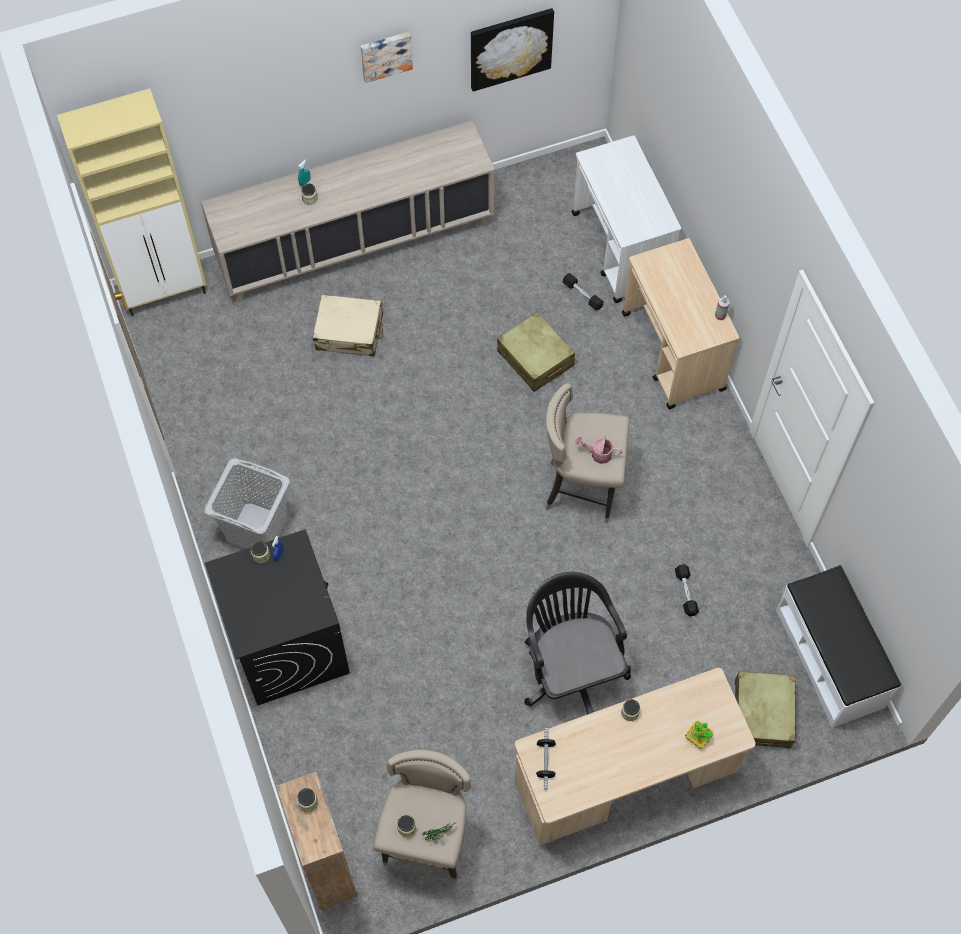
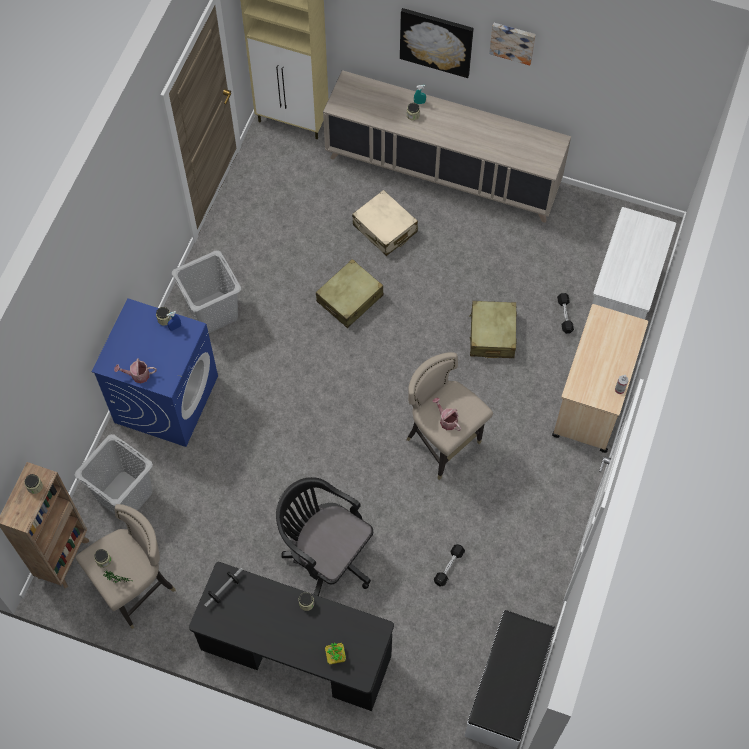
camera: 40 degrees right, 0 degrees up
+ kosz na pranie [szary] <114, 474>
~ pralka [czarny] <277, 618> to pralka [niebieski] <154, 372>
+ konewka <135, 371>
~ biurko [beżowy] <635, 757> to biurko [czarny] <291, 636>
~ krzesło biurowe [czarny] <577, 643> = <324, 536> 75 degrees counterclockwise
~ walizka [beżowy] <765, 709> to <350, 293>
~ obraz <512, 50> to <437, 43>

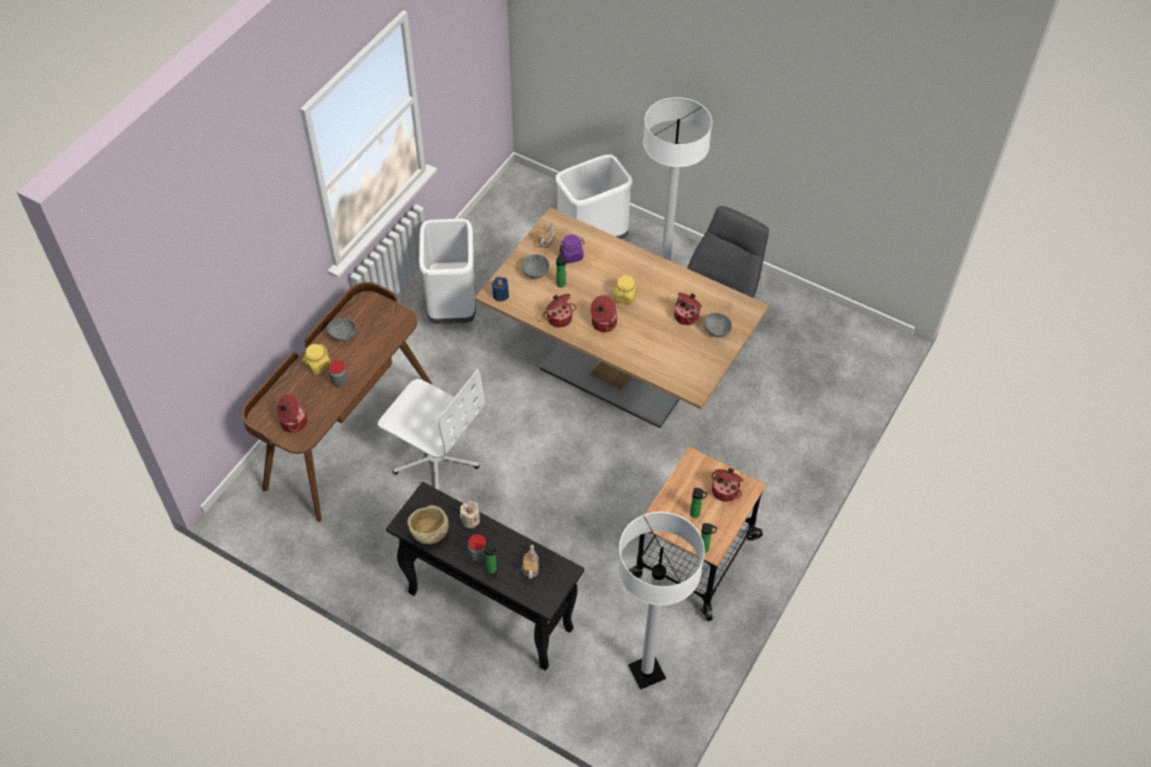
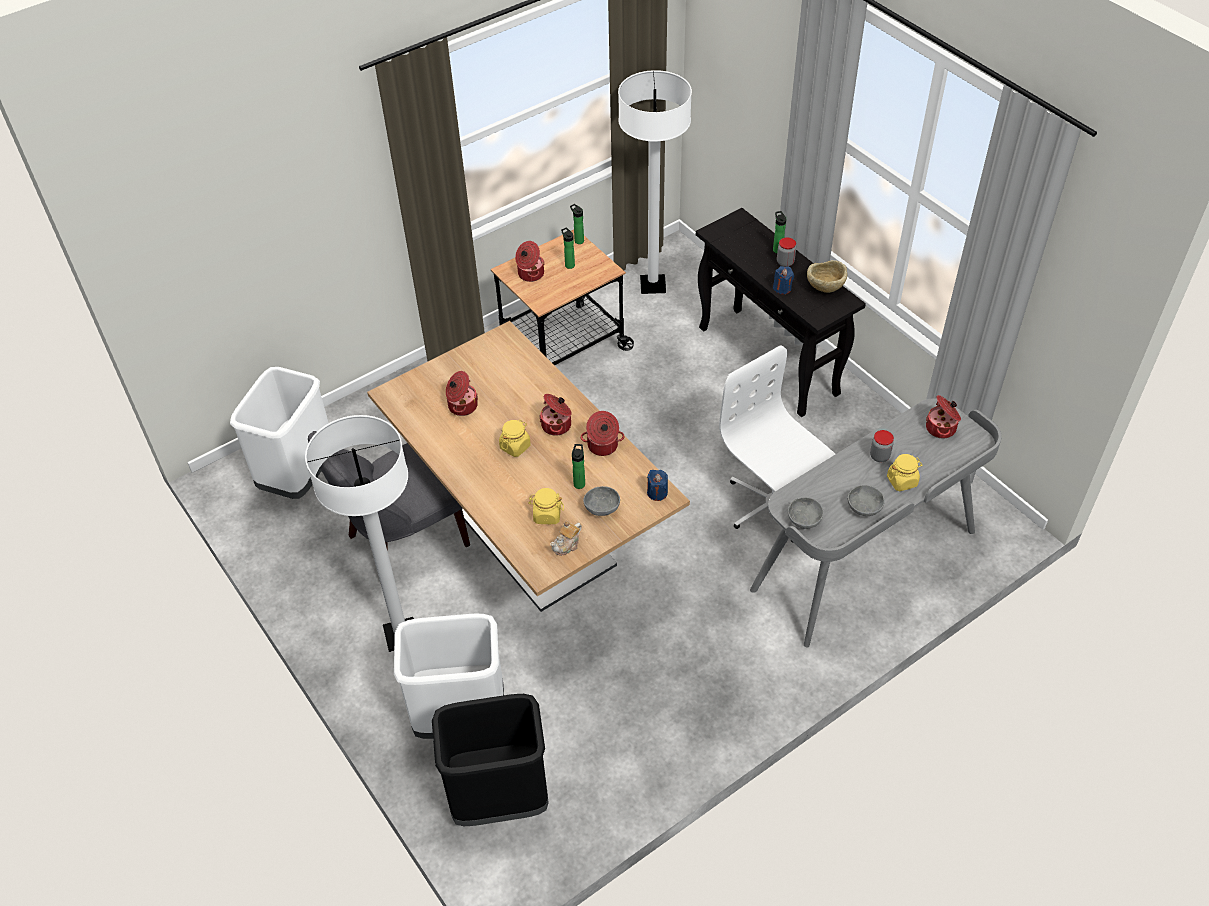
camera: 155 degrees left, 5 degrees down
~ kosz na śmieci [biały] <447, 271> to <279, 433>
+ kosz na śmieci [czarny] <490, 760>
~ słoik [fioletowy] <572, 248> to słoik [żółty] <546, 506>
~ biurko [brązowy] <337, 402> to biurko [szary] <875, 522>
~ świeca [beżowy] <470, 515> to świeca [niebieski] <783, 280>
~ miska [szary] <718, 325> to <806, 513>
- imbryk <530, 561>

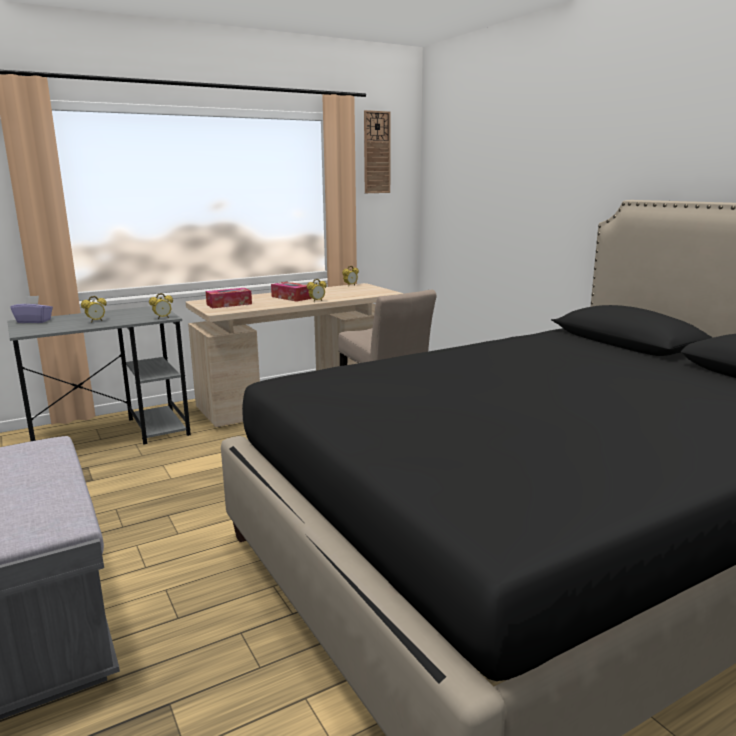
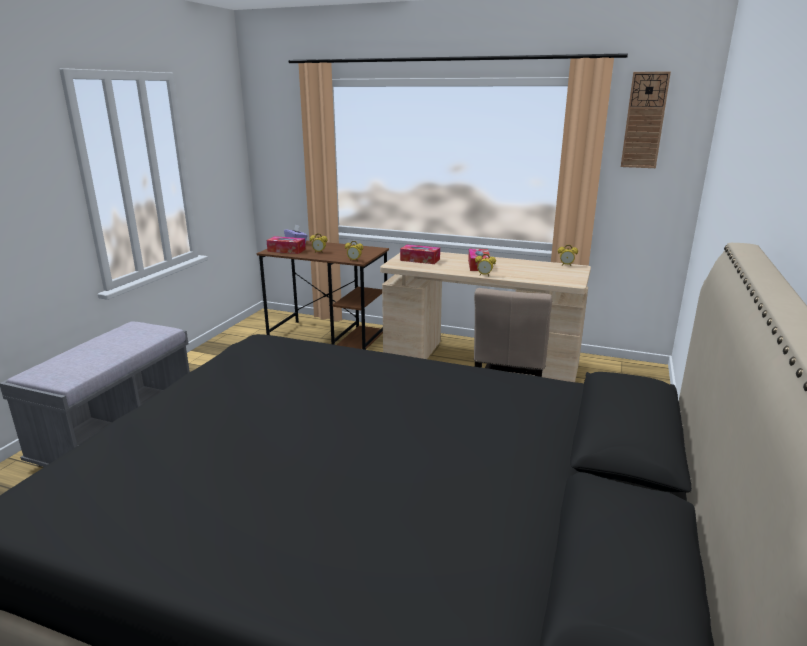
camera: 50 degrees right, 5 degrees up
~ biurko [szary] <99, 375> to biurko [brązowy] <323, 295>
+ pudełko chusteczek <286, 245>

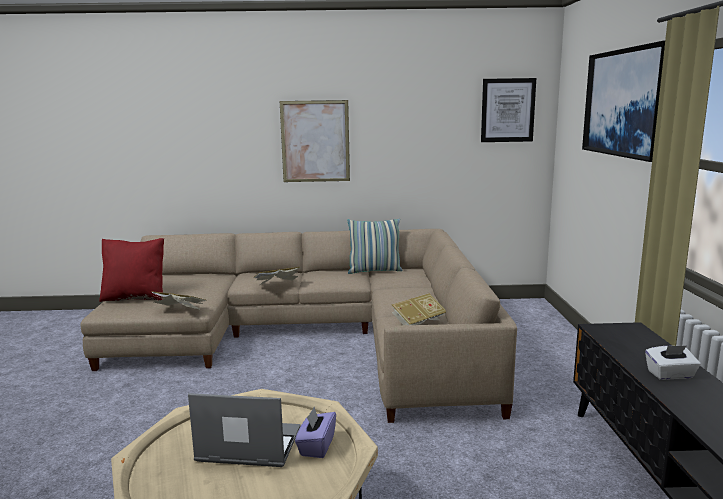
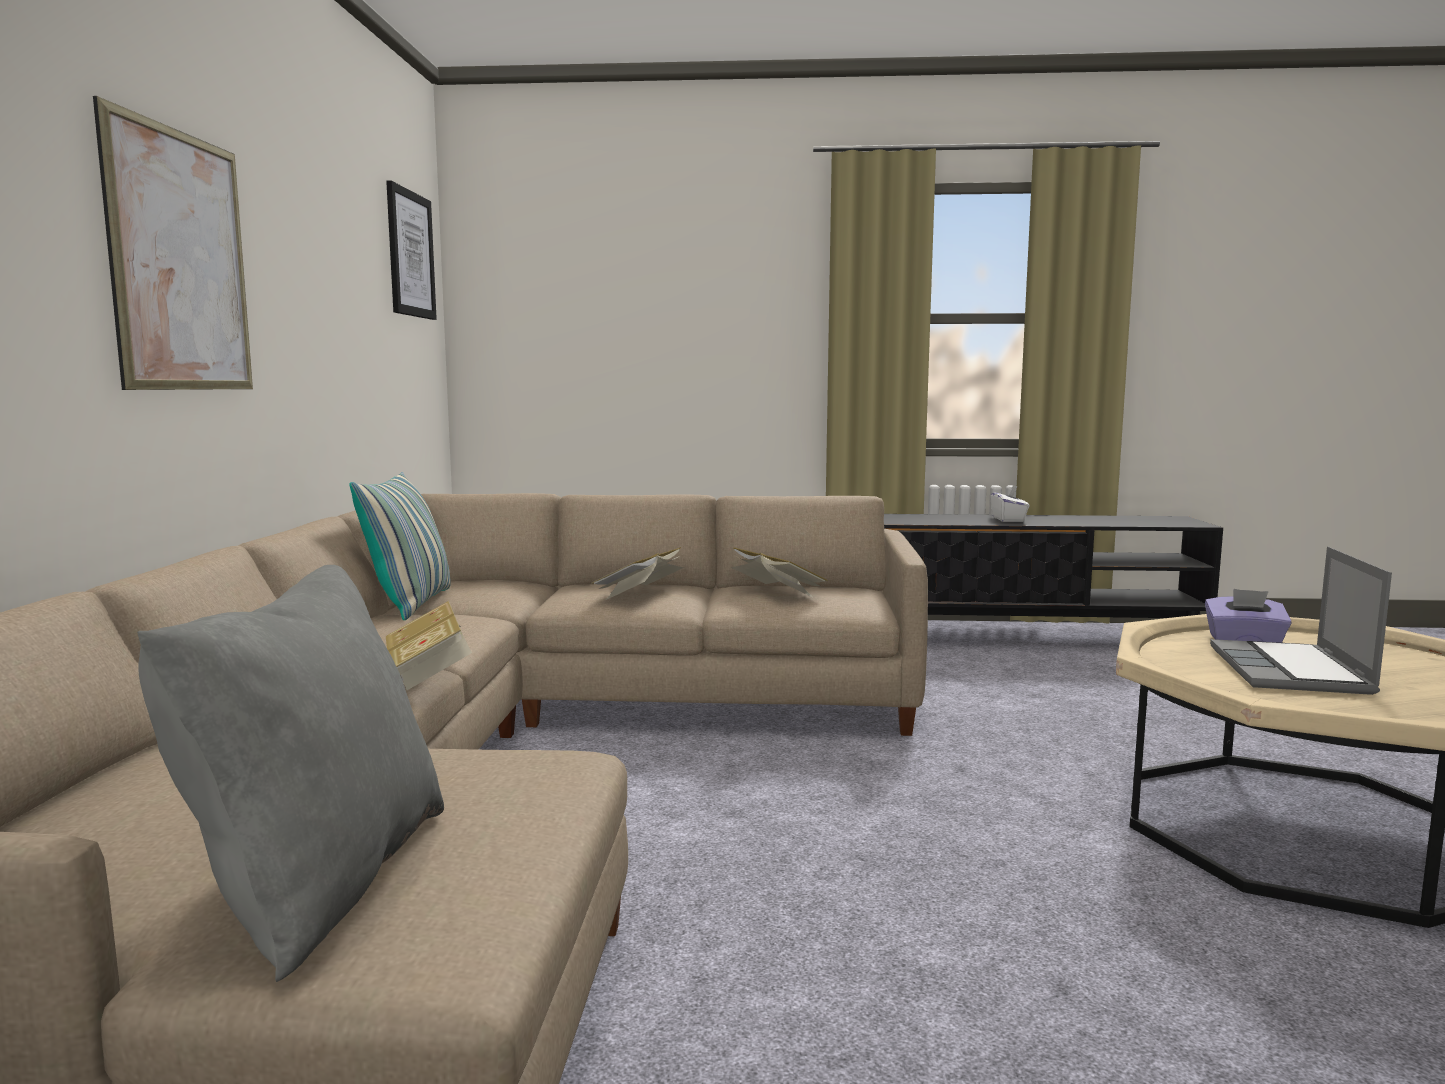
camera: 85 degrees left, 5 degrees down
~ poduszka [czerwony] <131, 270> to poduszka [szary] <290, 773>
~ książka <178, 300> to <637, 573>
- obraz <623, 101>

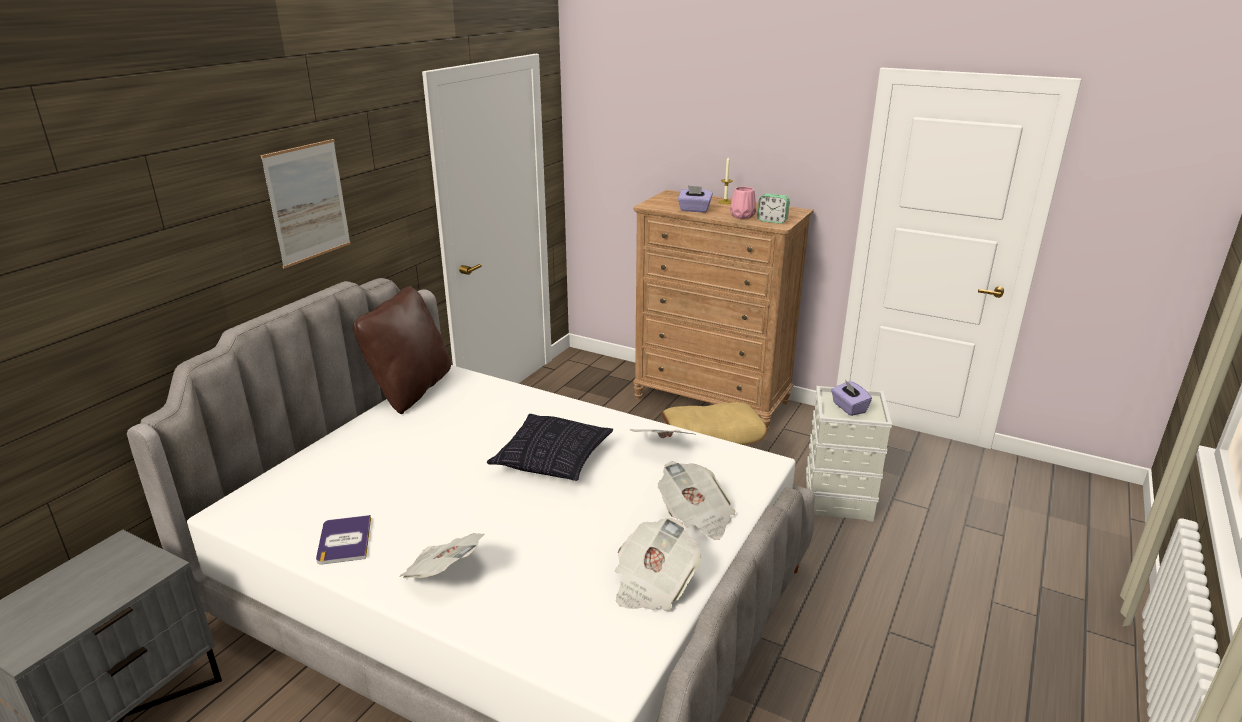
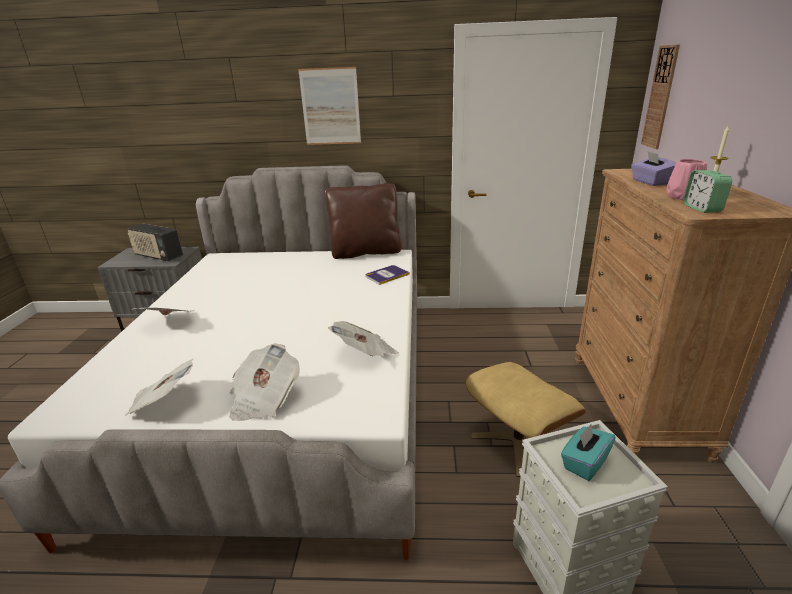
camera: 65 degrees right, 0 degrees up
+ radio <155, 242>
~ książka <343, 540> to <387, 275>
~ pudełko chusteczek [fioletowy] <851, 398> to pudełko chusteczek [turkusowy] <588, 452>
+ zegar ścienny <660, 96>
- poduszka <550, 447>

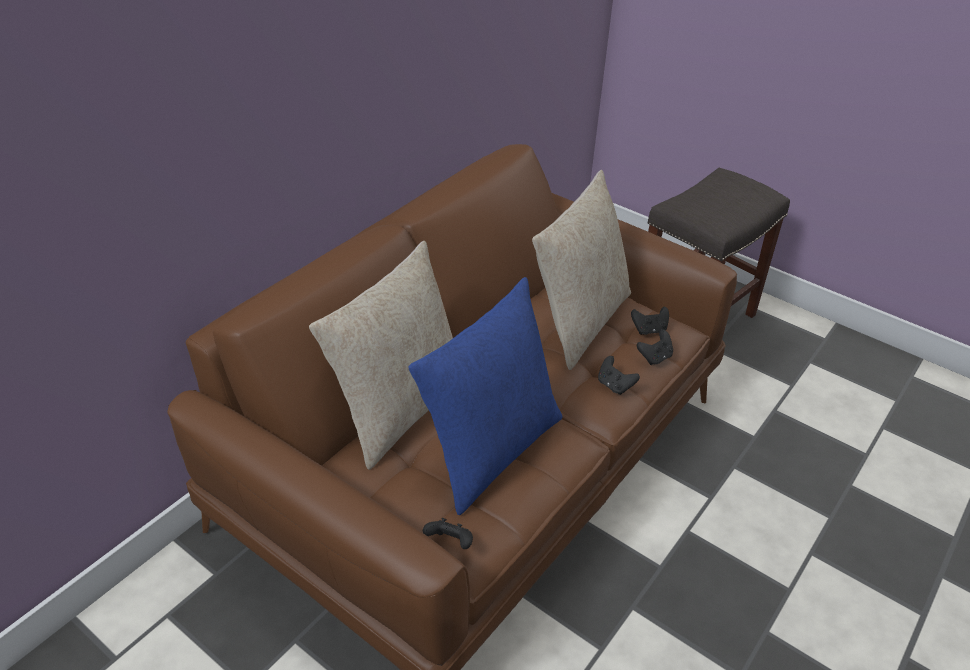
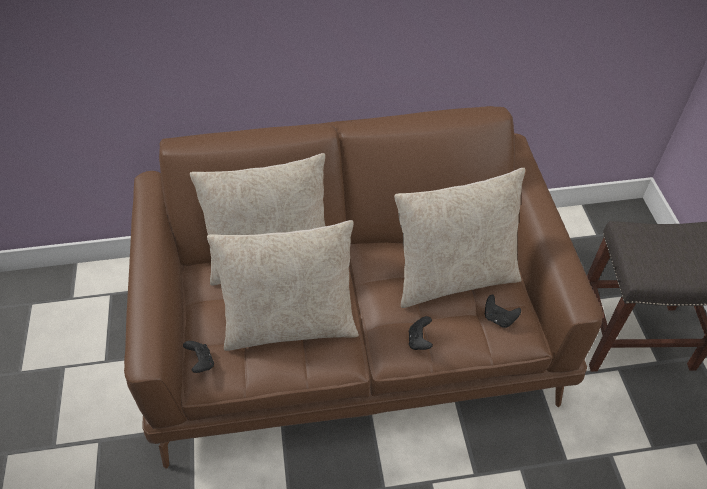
camera: 45 degrees right, 10 degrees up
~ poduszka [niebieski] <485, 396> to poduszka [beżowy] <283, 285>
- pad do gier [czarny] <655, 347>

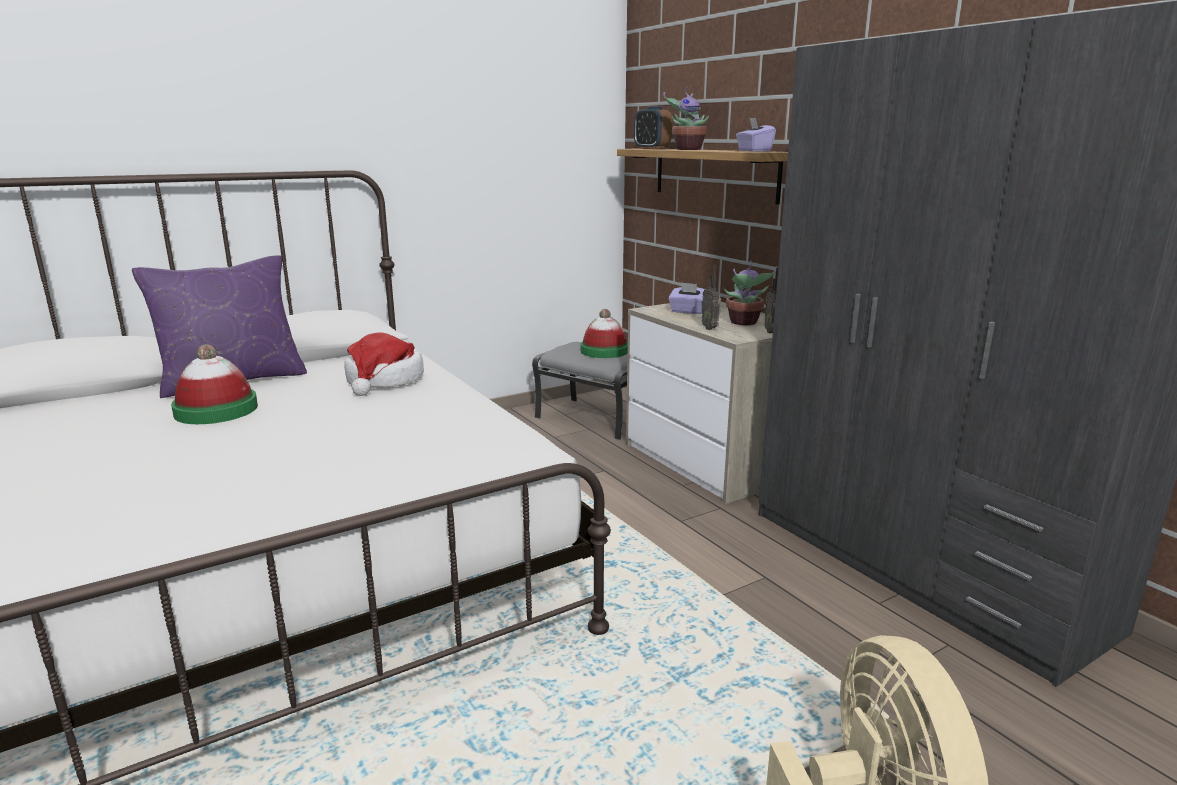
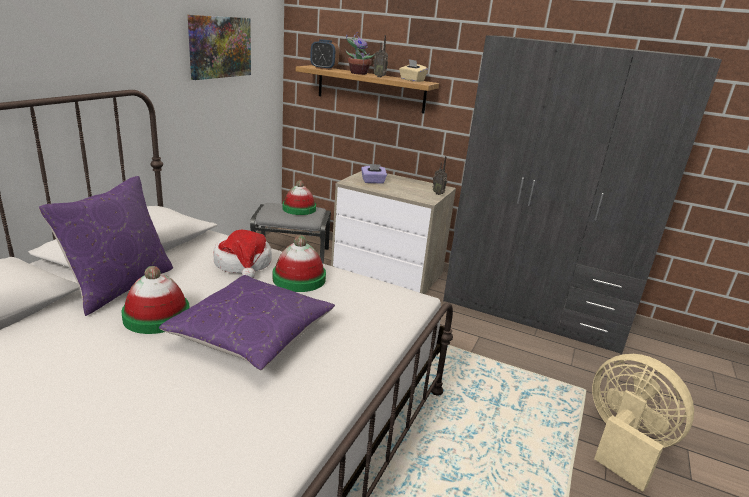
camera: 35 degrees left, 5 degrees up
+ poduszka [fioletowy] <247, 322>
+ obraz <219, 47>
+ kapelusz <299, 264>
~ radio <712, 297> to <380, 56>
~ pudełko chusteczek [fioletowy] <756, 134> to pudełko chusteczek [beżowy] <413, 70>
- roślina doniczkowa <751, 293>

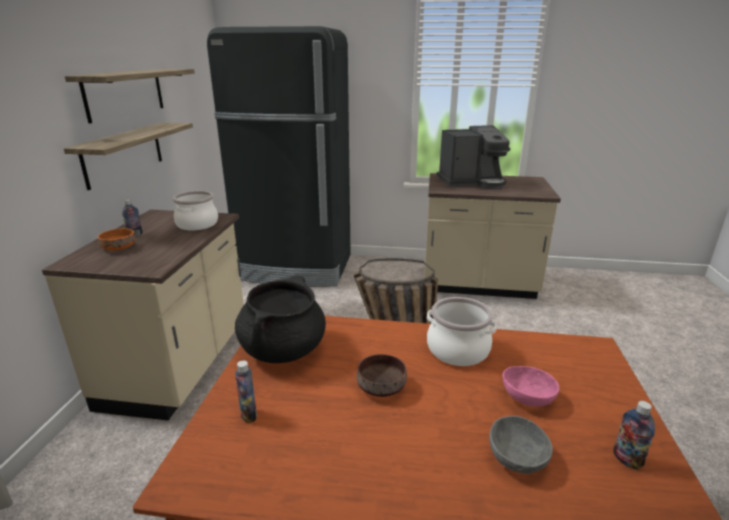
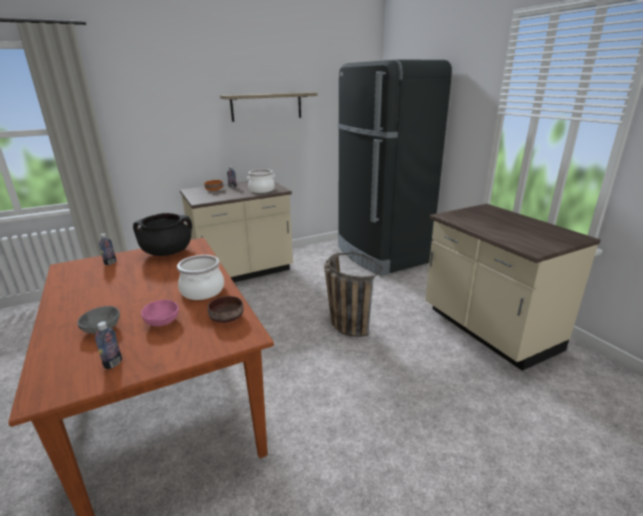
camera: 55 degrees right, 0 degrees up
~ miska [brązowy] <382, 375> to <225, 309>
- półka <128, 156>
- ekspres do kawy <473, 157>

